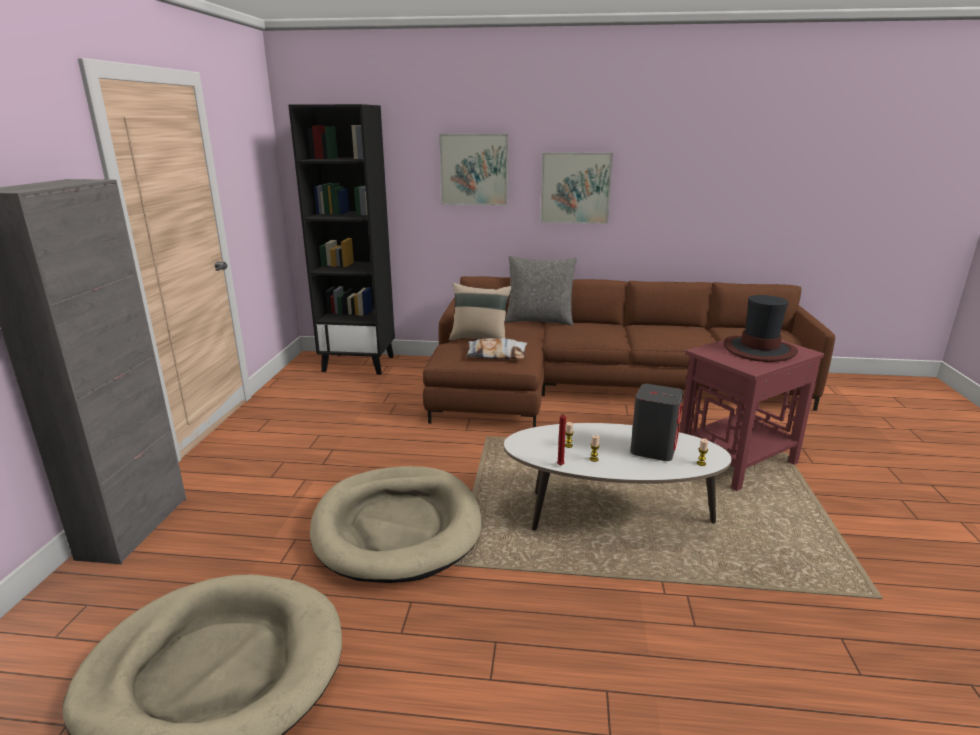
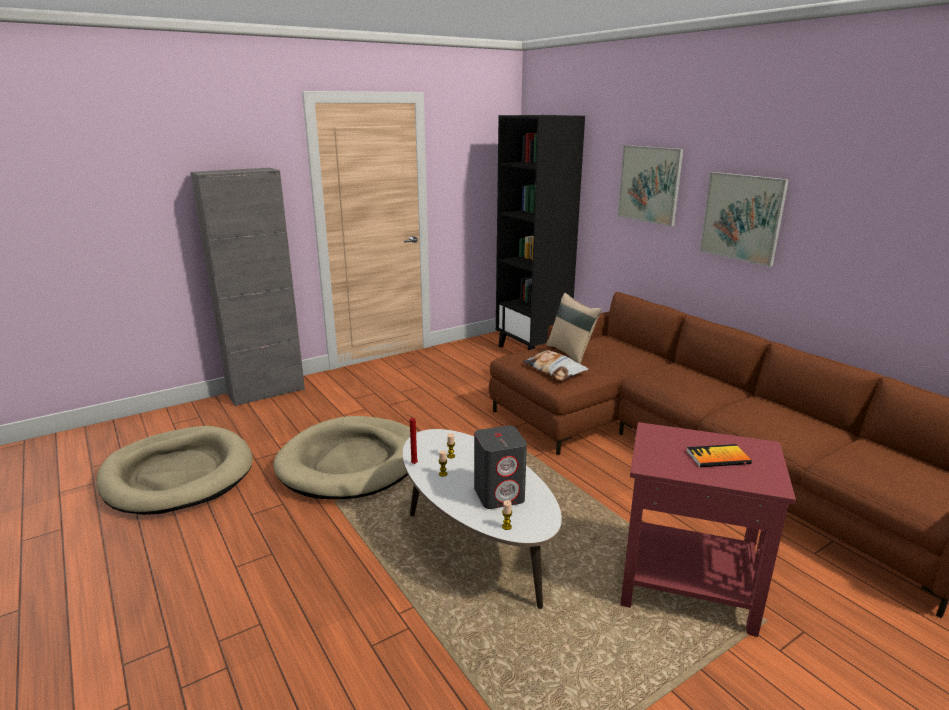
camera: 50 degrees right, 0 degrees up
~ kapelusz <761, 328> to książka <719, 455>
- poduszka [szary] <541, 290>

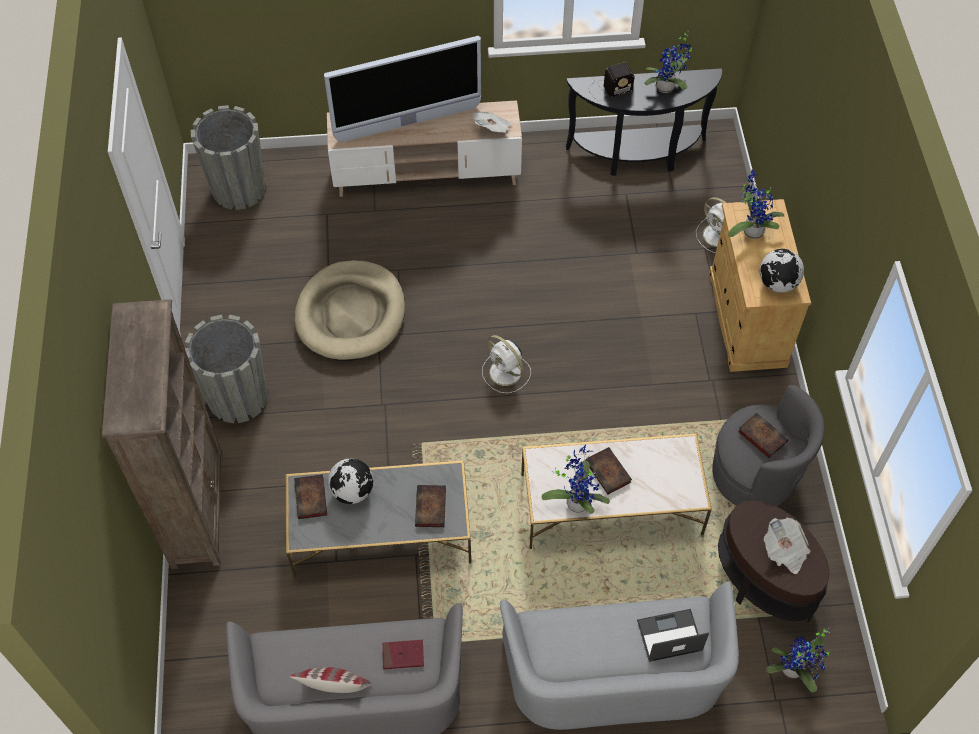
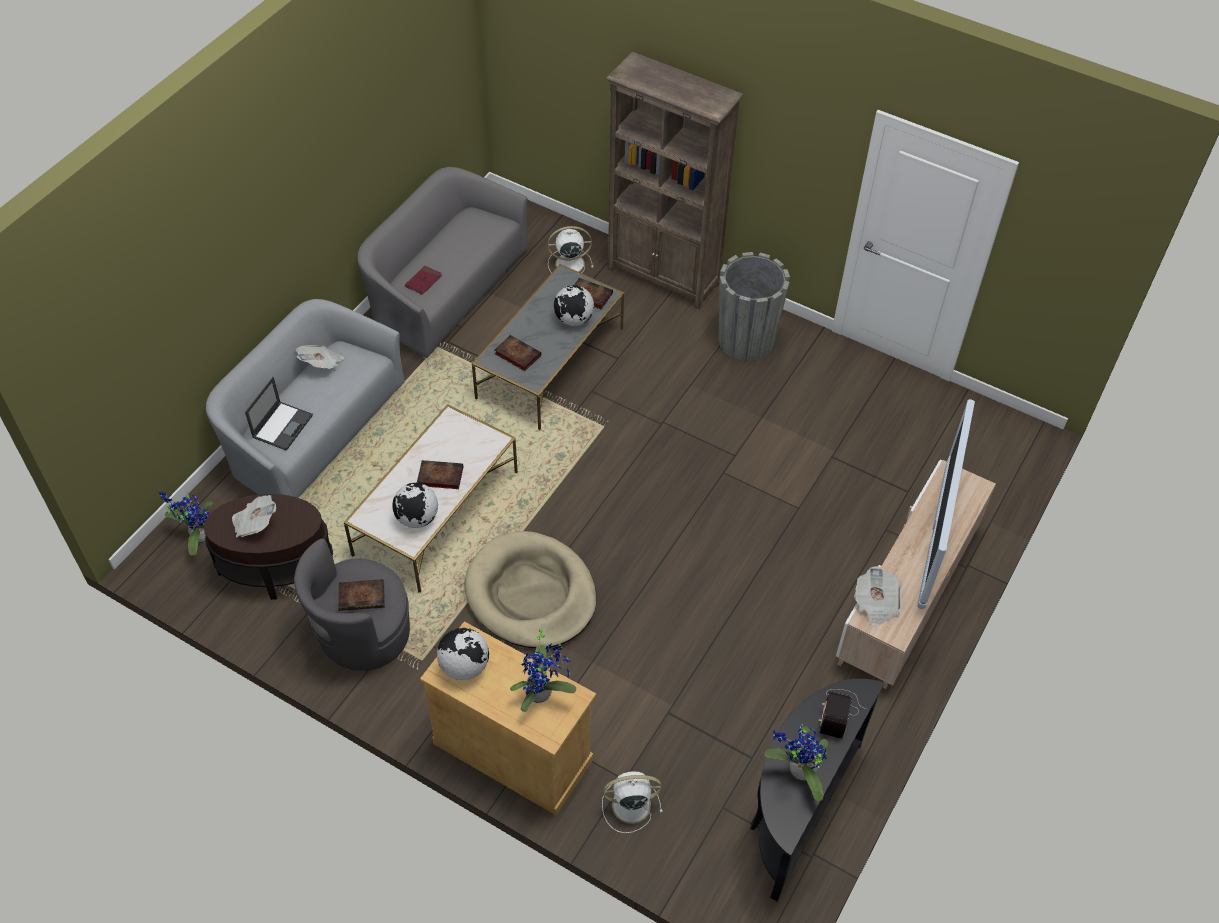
camera: 125 degrees right, 5 degrees down
+ gazeta <320, 357>
+ globus <415, 505>
~ legowisko [beżowy] <349, 310> to <531, 589>
~ wentylator [biały] <506, 364> to <570, 249>
- donica [szary] <228, 157>
- poduszka <331, 680>
- roślina doniczkowa <575, 479>

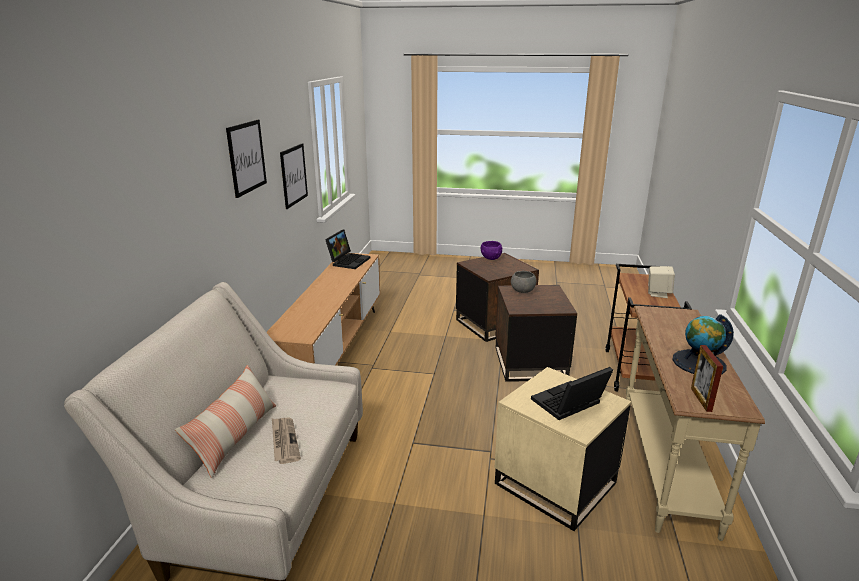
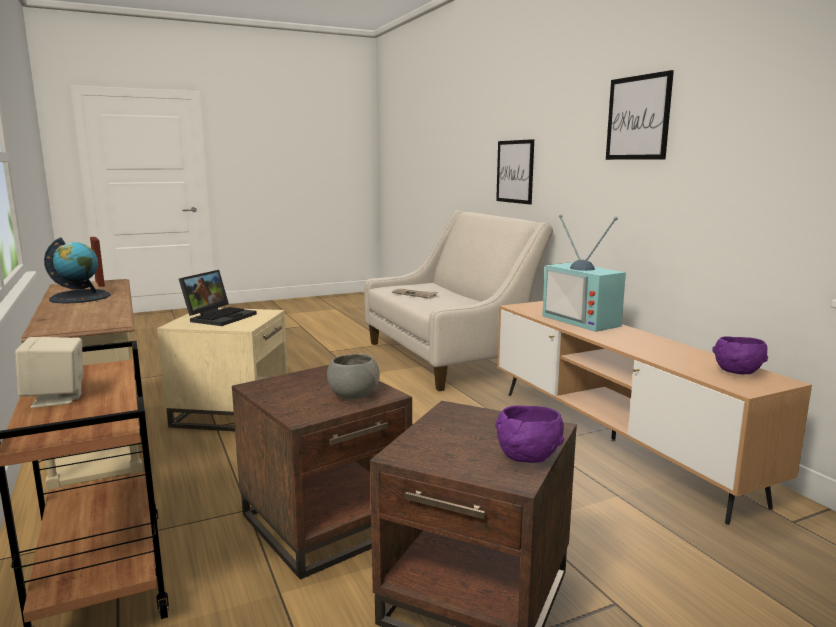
camera: 145 degrees right, 10 degrees down
~ obraz <294, 176> to <515, 171>
+ telewizor <584, 273>
~ laptop <347, 249> to miska [fioletowy] <740, 355>
- poduszka <225, 421>

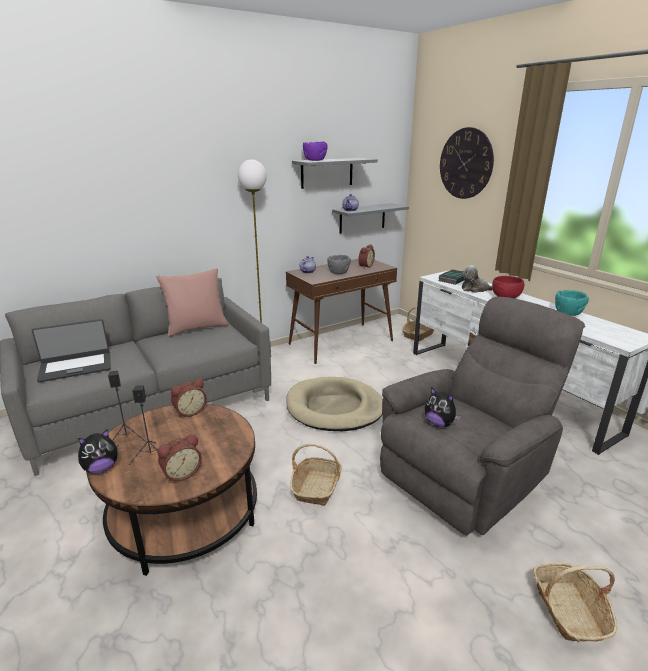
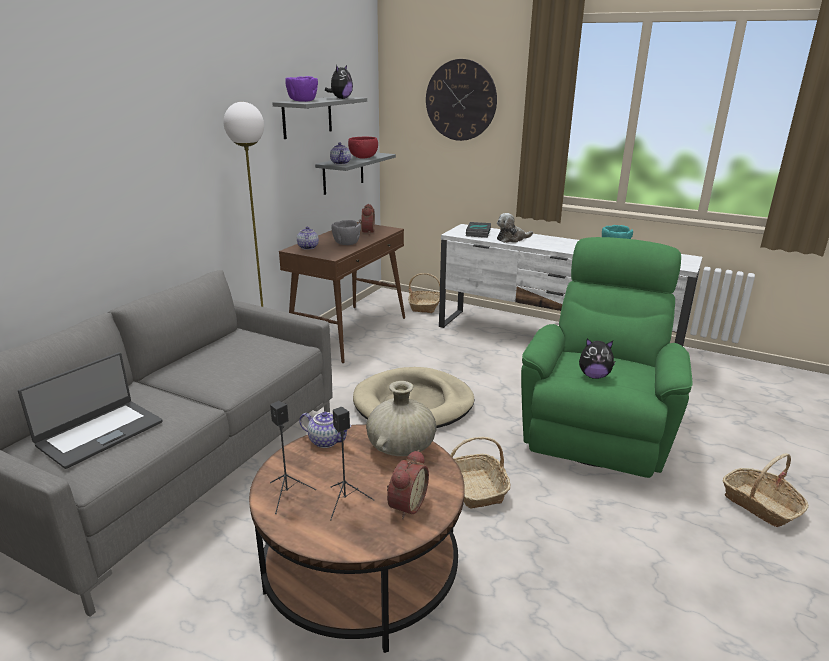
camera: 30 degrees left, 0 degrees up
~ budzik <189, 398> to imbryk <325, 430>
~ pluszak <98, 451> to <339, 82>
~ miska [czerwony] <508, 287> to <363, 148>
+ wazon [beżowy] <401, 418>
~ fotel [szary] <483, 416> to fotel [zielony] <607, 357>
- poduszka [różowy] <192, 302>

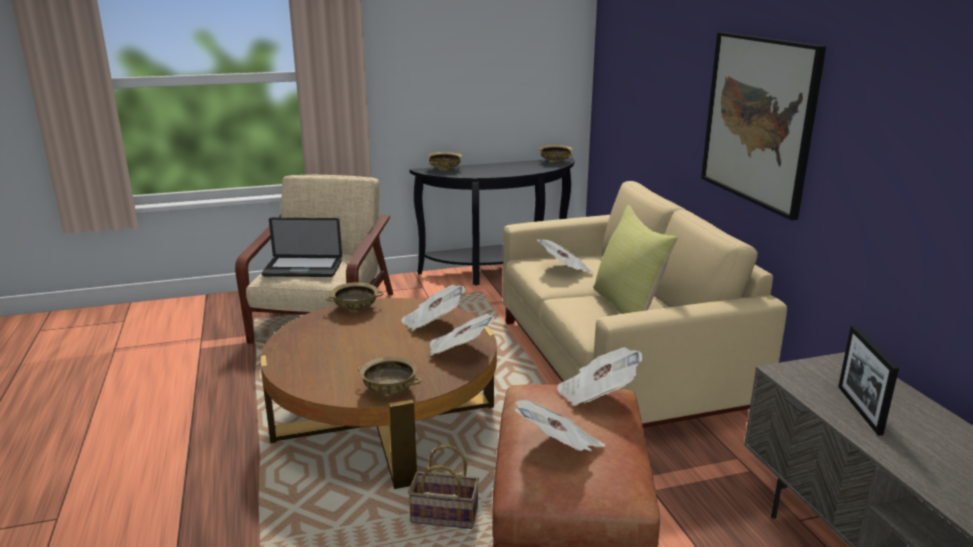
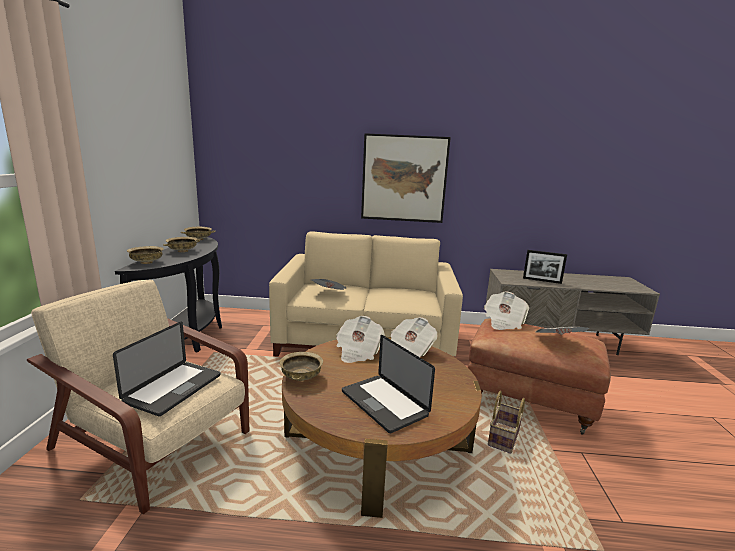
camera: 70 degrees left, 5 degrees down
~ miska [beżowy] <389, 375> to <181, 244>
+ laptop <388, 384>
- poduszka [żółty] <635, 259>

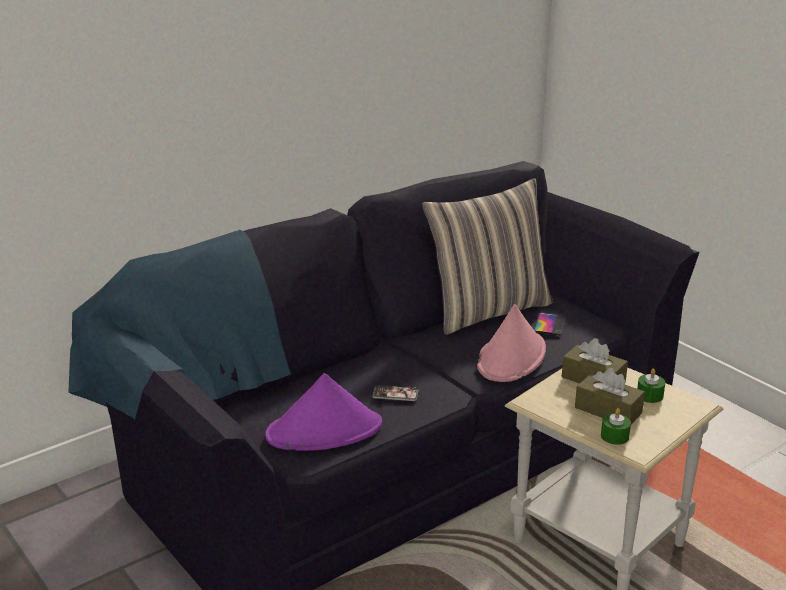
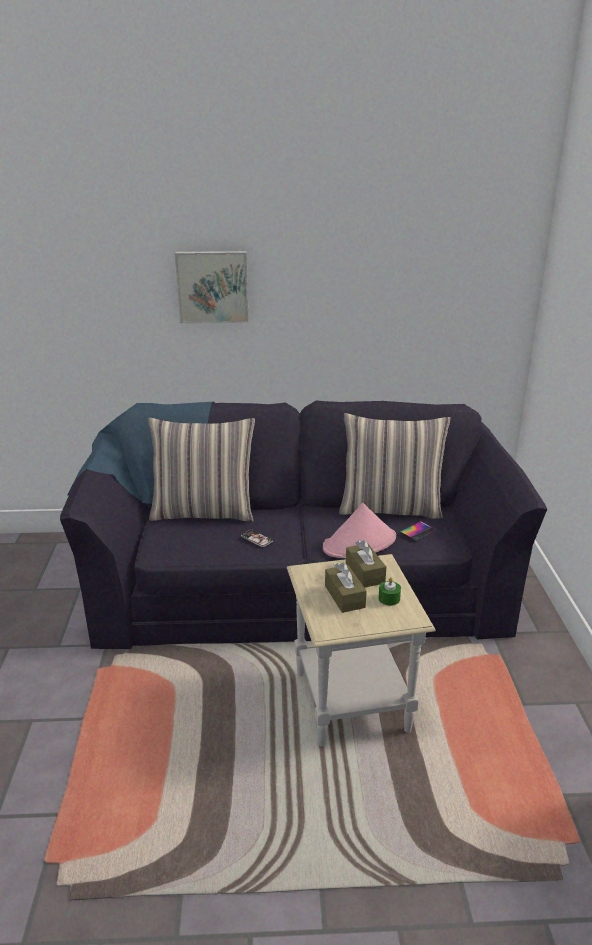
camera: 35 degrees right, 0 degrees up
+ poduszka <201, 470>
+ obraz <212, 287>
- kapelusz [fioletowy] <323, 412>
- świeca [zielony] <616, 426>

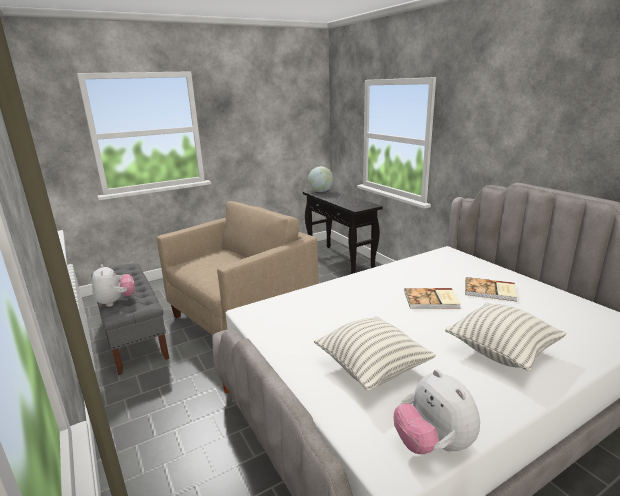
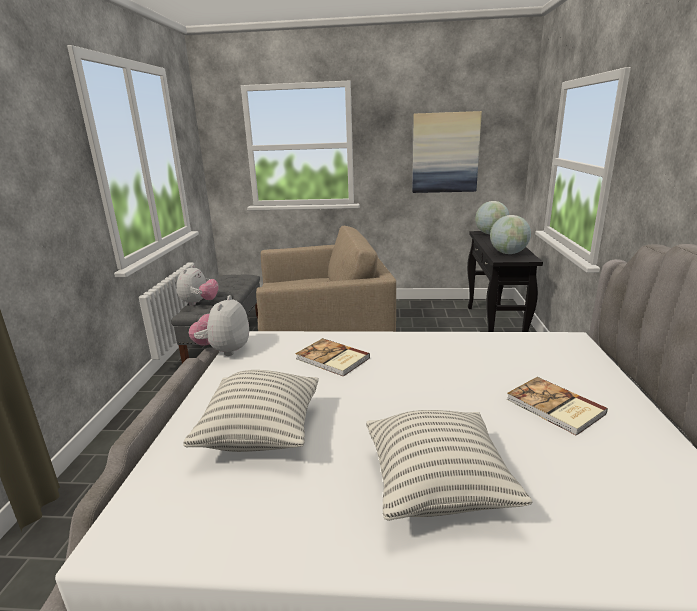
camera: 35 degrees right, 0 degrees up
~ pluszak <437, 411> to <219, 325>
~ książka <432, 298> to <332, 357>
+ obraz <447, 152>
+ globus <510, 234>

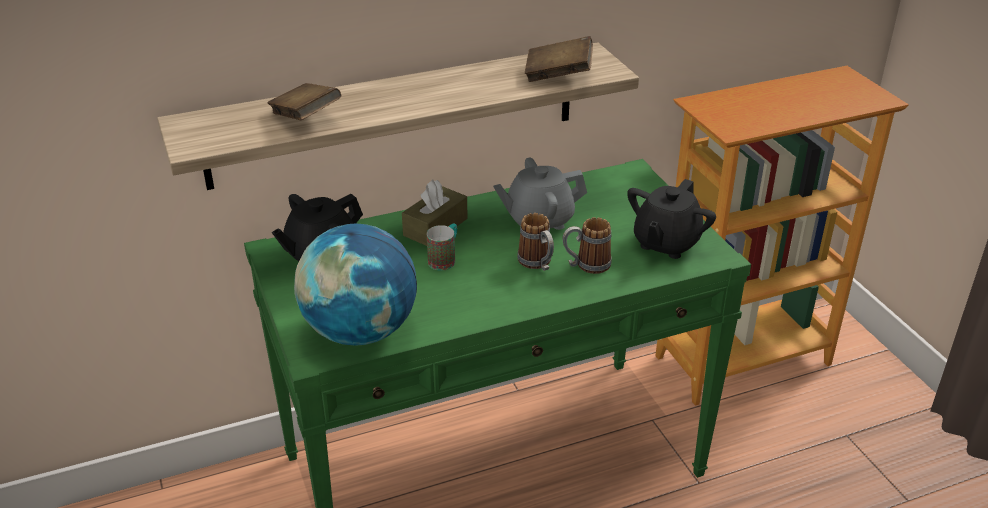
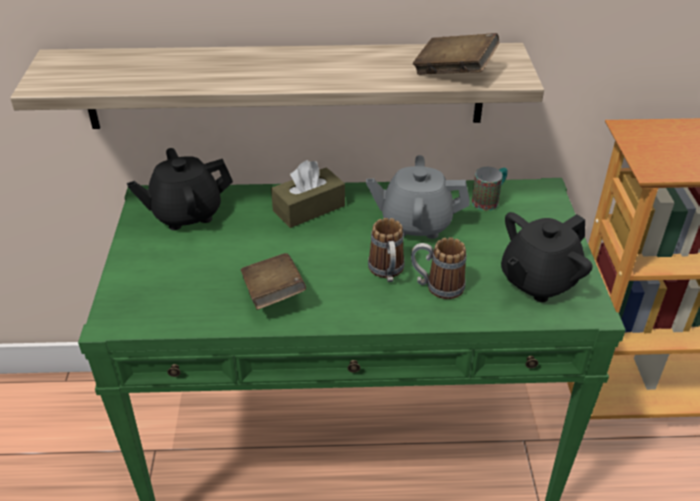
camera: 20 degrees right, 5 degrees up
~ książka [brązowy] <304, 101> to <273, 281>
~ kubek <442, 247> to <489, 189>
- globus <355, 285>

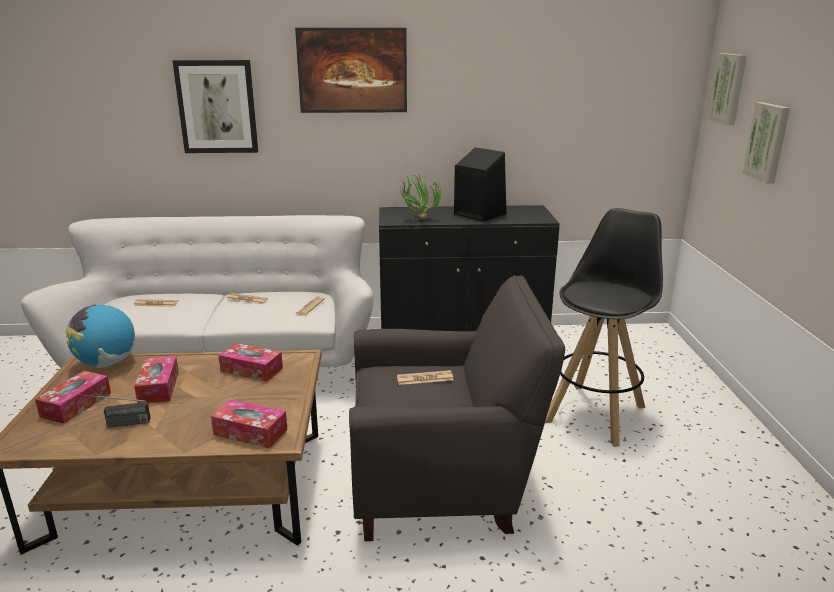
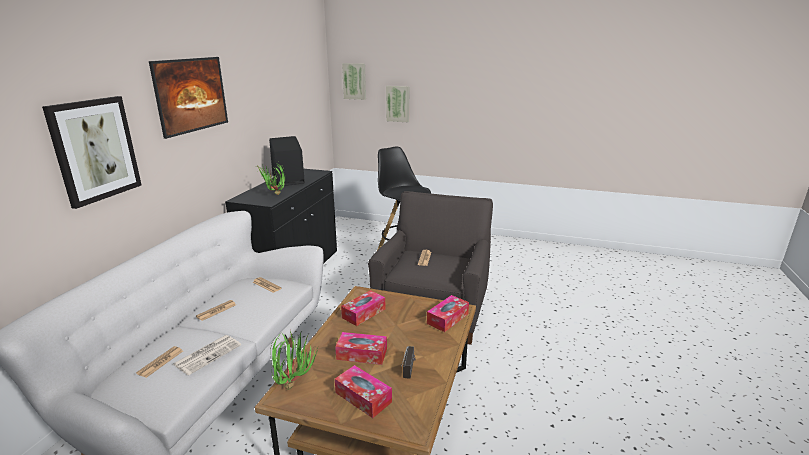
camera: 70 degrees left, 0 degrees up
+ gazeta <207, 355>
~ globus <100, 336> to roślina doniczkowa <294, 360>

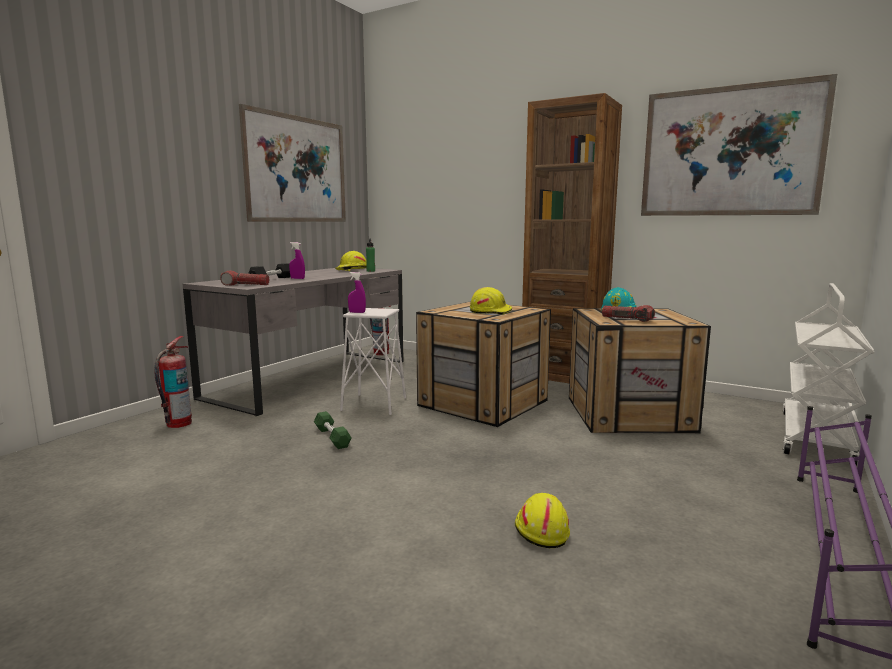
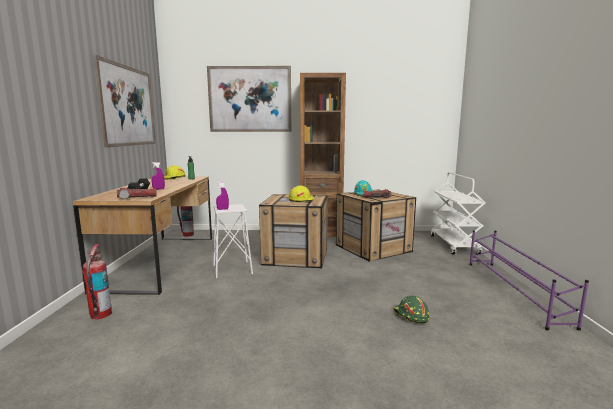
camera: 30 degrees left, 0 degrees up
~ biurko [szary] <293, 342> to biurko [brązowy] <142, 235>
~ obraz <739, 145> to <249, 99>
~ kask [żółty] <542, 520> to kask [zielony] <411, 309>
- hantel [zielony] <333, 430>

